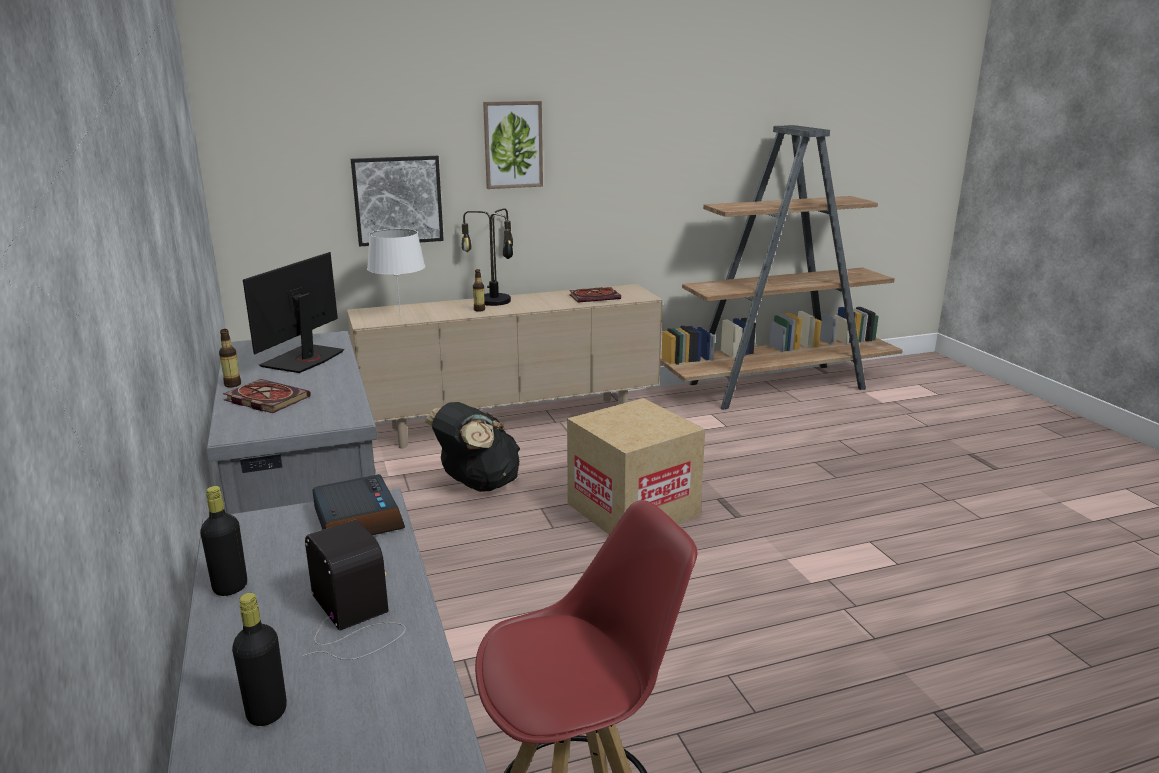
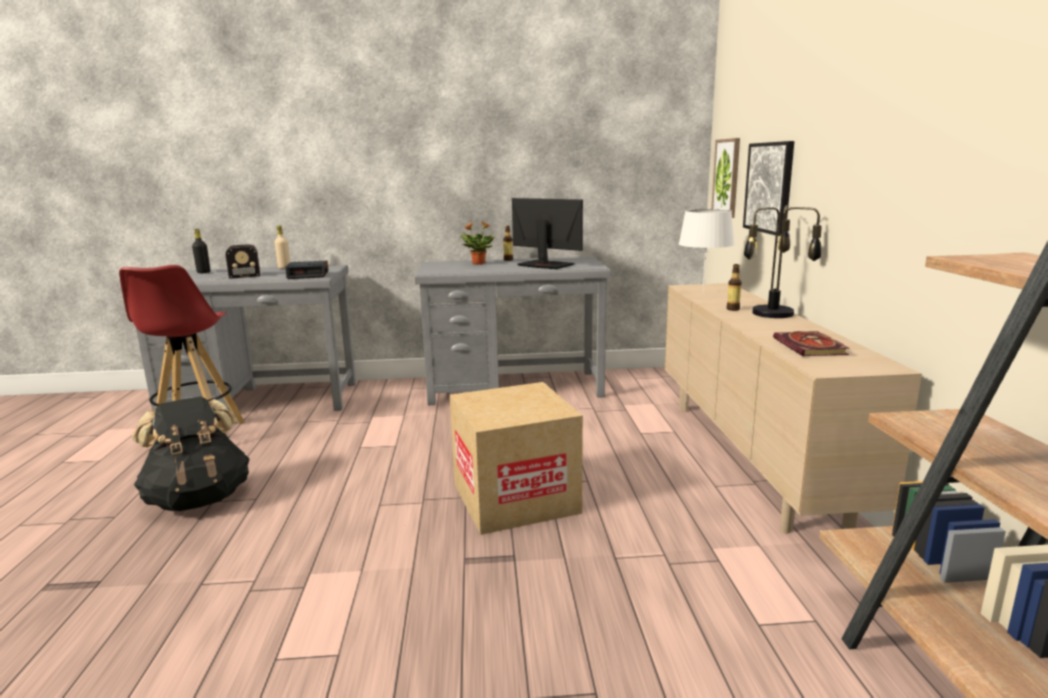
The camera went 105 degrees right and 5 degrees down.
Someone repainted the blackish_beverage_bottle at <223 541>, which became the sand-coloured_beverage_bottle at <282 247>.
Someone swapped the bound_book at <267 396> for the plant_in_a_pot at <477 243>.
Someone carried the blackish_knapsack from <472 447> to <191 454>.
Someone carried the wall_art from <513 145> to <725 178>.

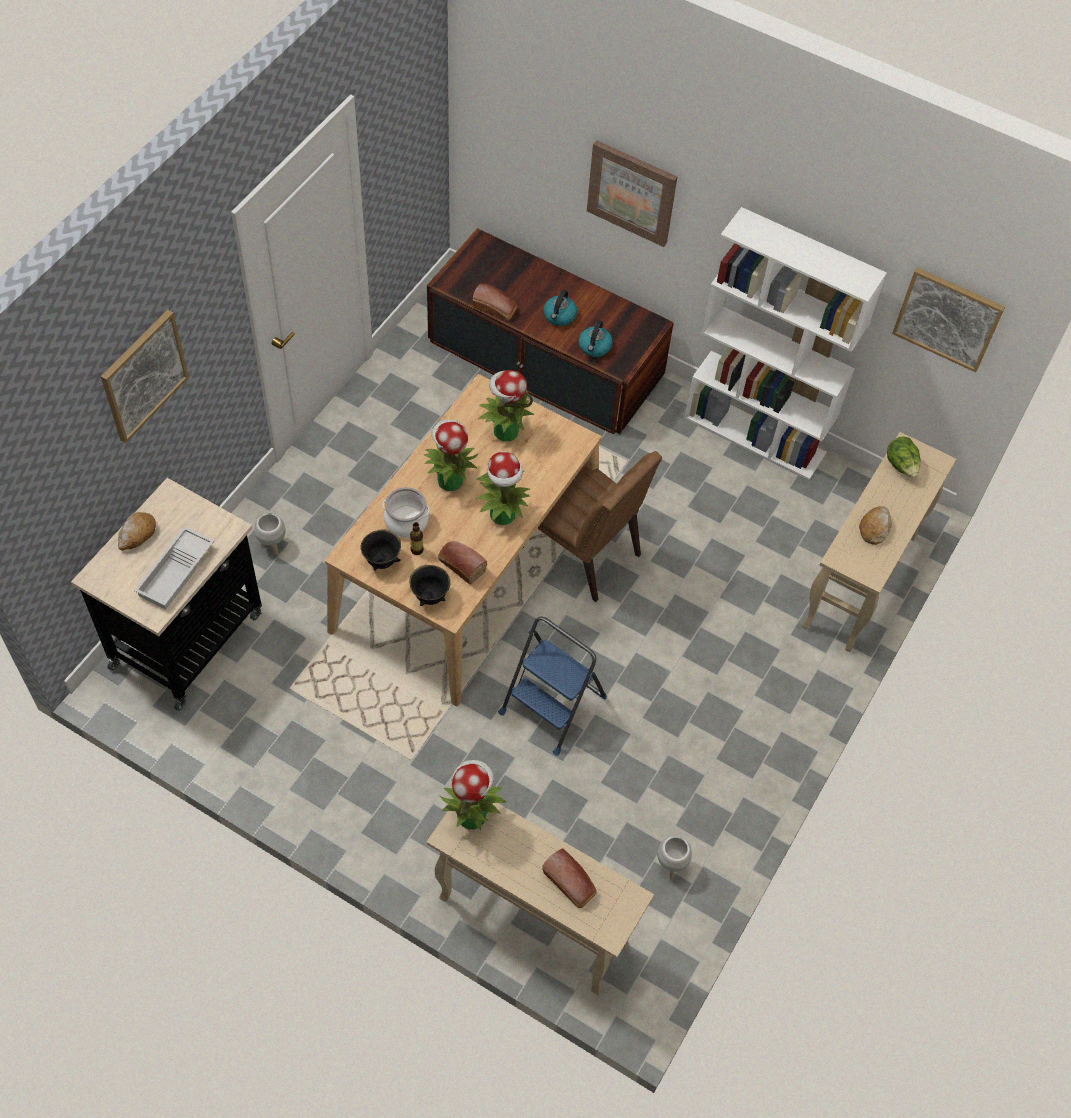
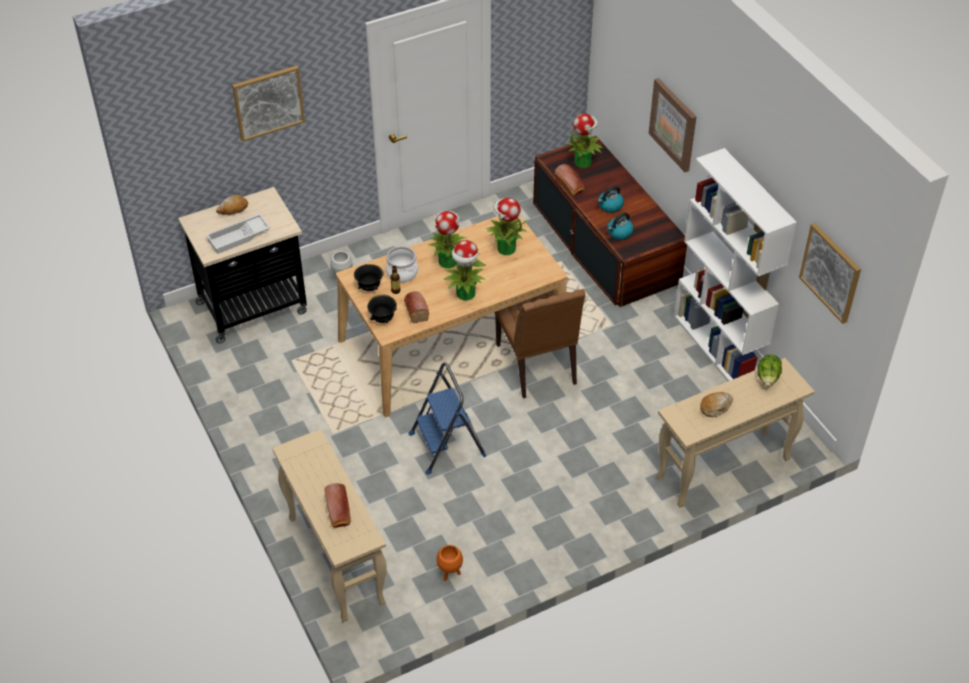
The camera went 35 degrees right and 10 degrees down.
Someone carried the plant_in_a_pot from <473 795> to <584 141>.
Someone repainted the white-coloured_planter at <674 857>, which became the orangey_planter at <450 563>.

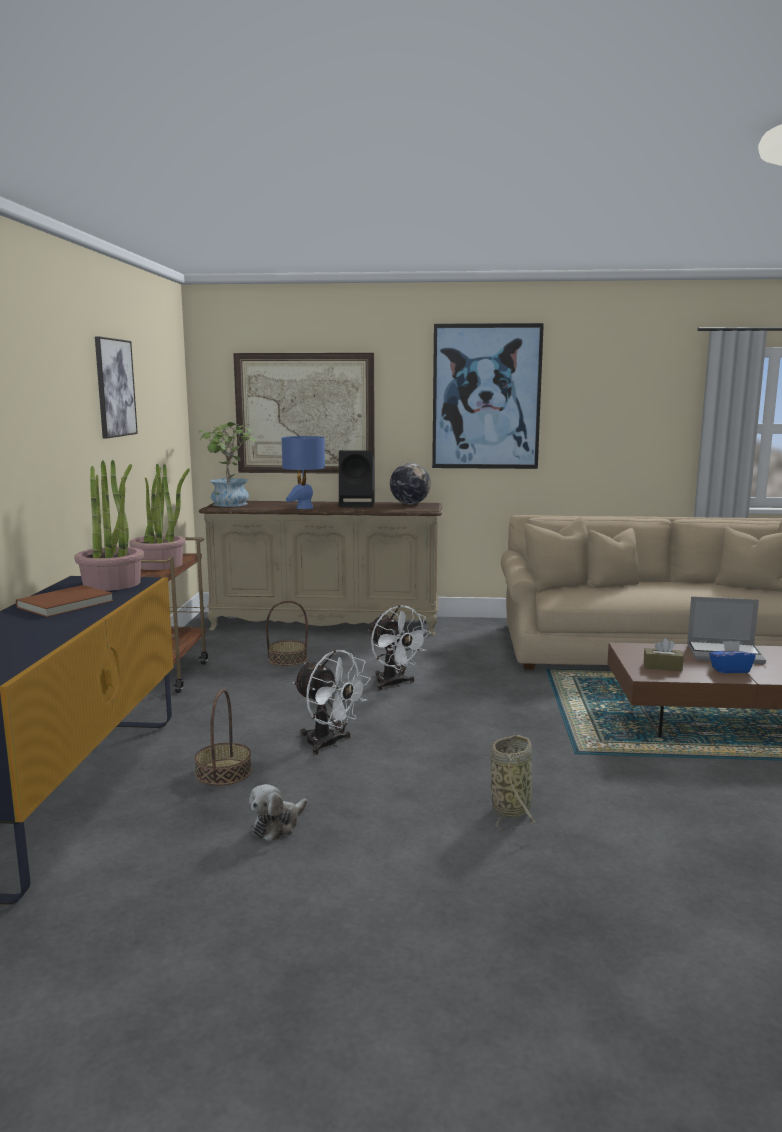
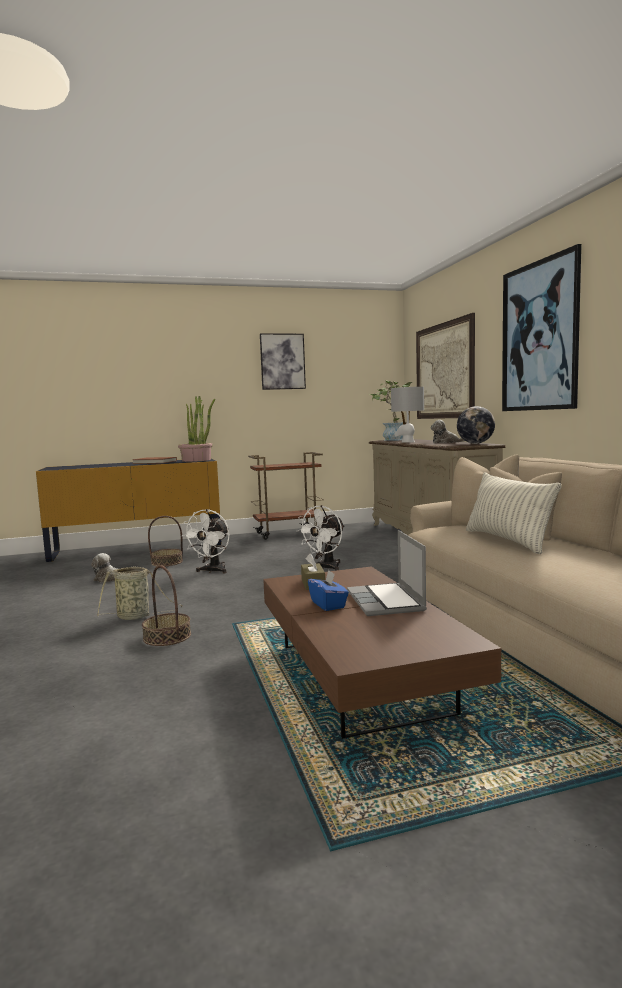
The camera went 70 degrees right and 5 degrees down.
Someone took away the plant_in_a_pot at <159 517>.
Someone carried the basket from <287 633> to <166 605>.
Someone repainted the blue_tabletop_lamp at <303 472>, which became the gray_tabletop_lamp at <407 415>.
Someone swapped the blackish_loudspeaker at <357 478> for the cuddly_toy at <448 431>.
Someone put down the cushion at <514 513>.

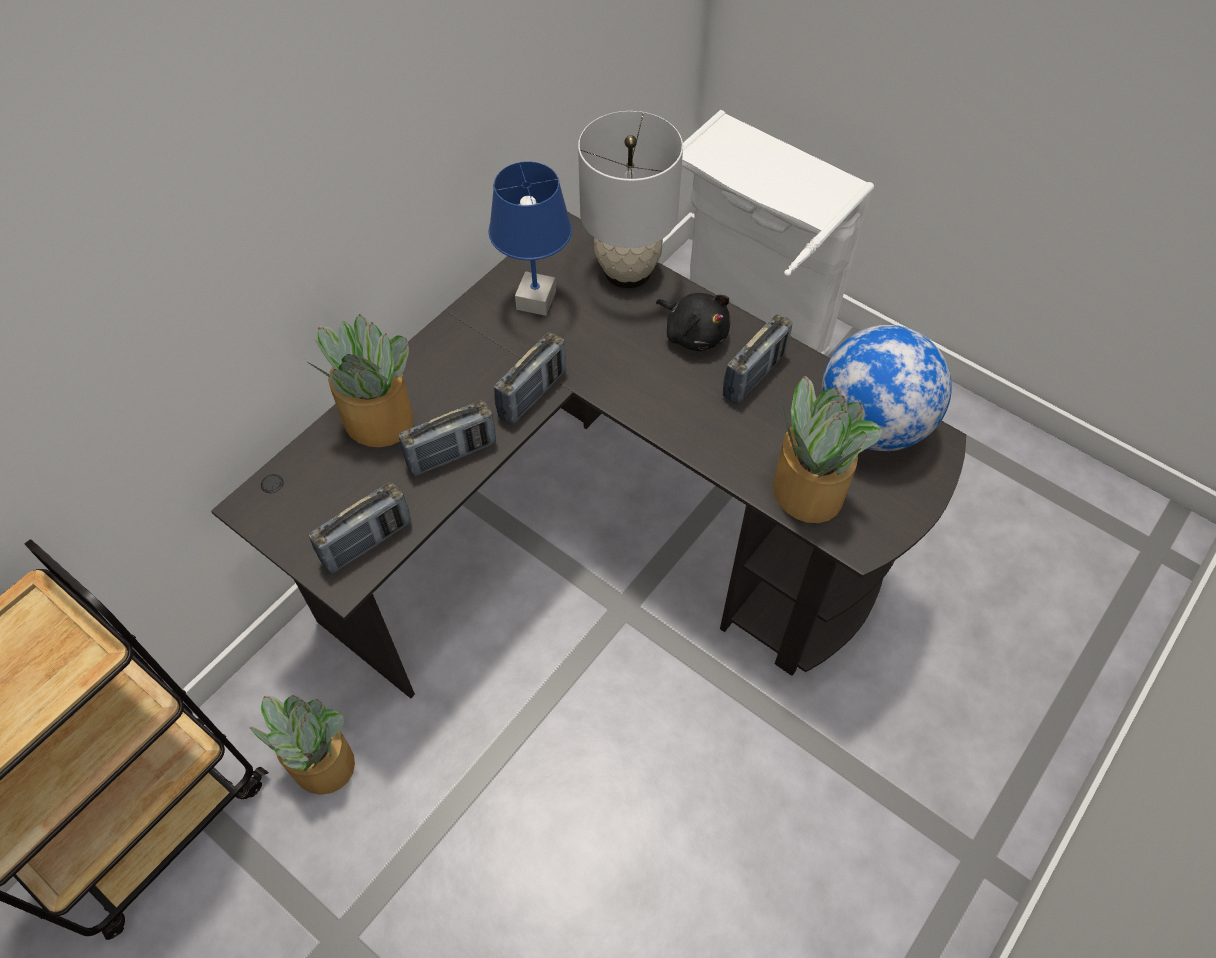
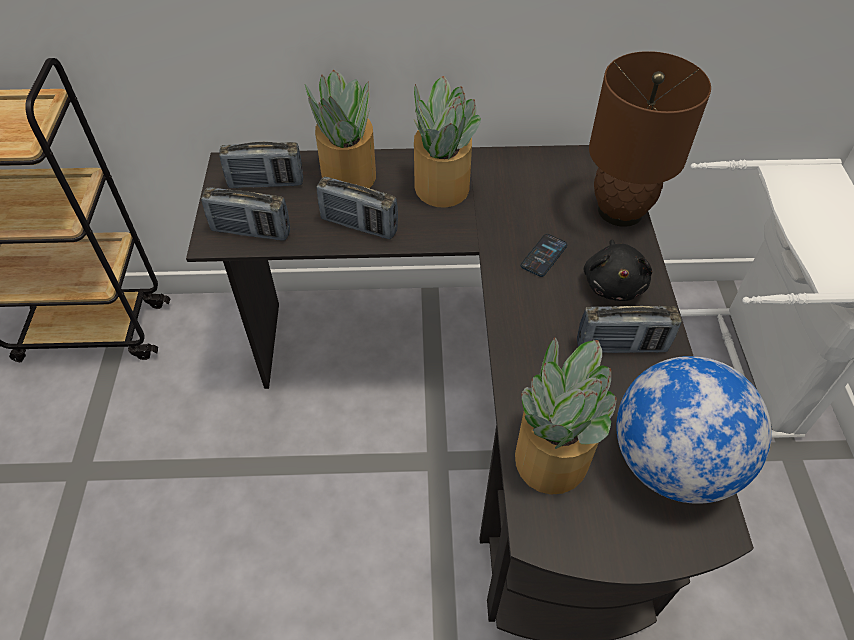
The camera went 50 degrees right and 5 degrees down.
Someone carried the plant_in_a_pot from <302 745> to <447 142>.
Someone took away the blue_tabletop_lamp at <530 238>.
Someone carried the radio_receiver from <530 378> to <261 165>.
Someone repainted the white-coloured_tabletop_lamp at <630 199>, which became the brownish_tabletop_lamp at <650 139>.
Someone put down the handset at <544 255>.

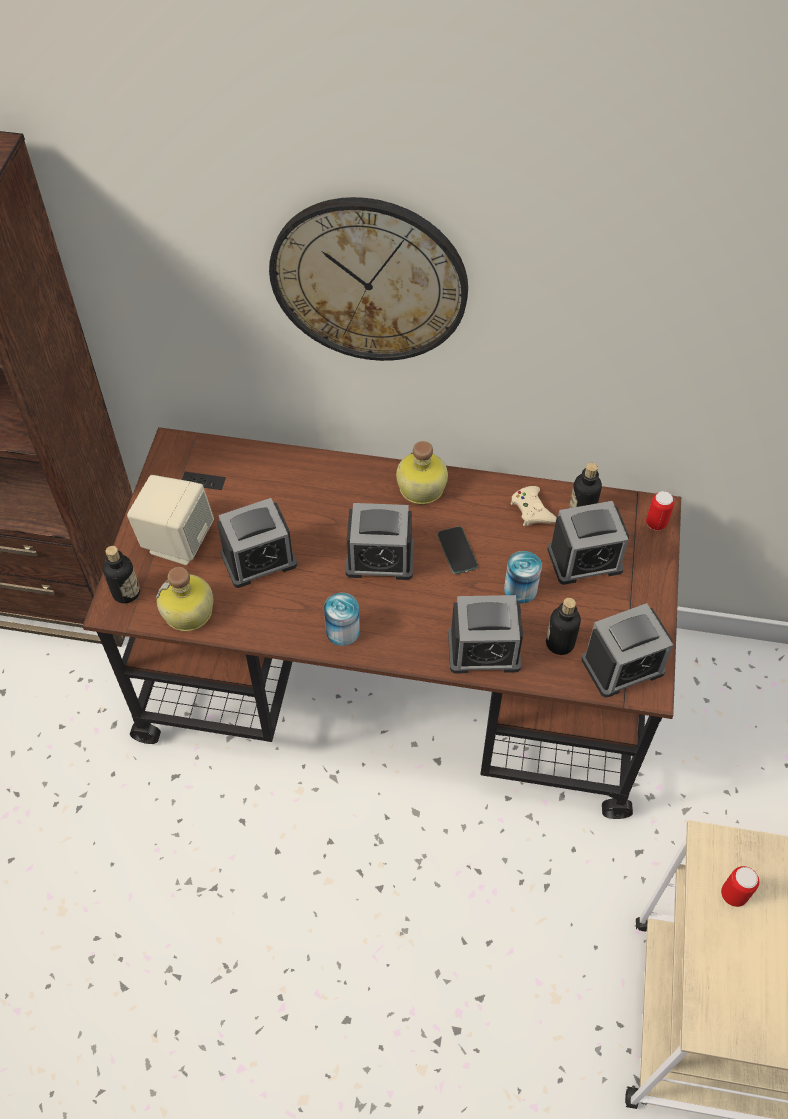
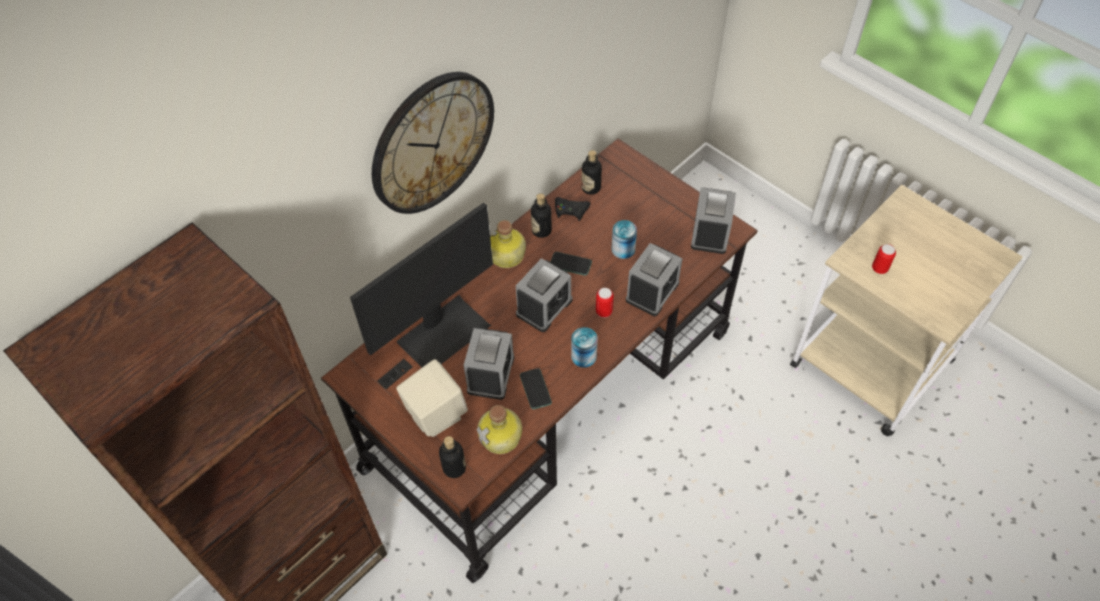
The camera went 55 degrees left and 0 degrees up.
Someone repainted the sand-coloured_gamepad at <533 506>, which became the blackish_gamepad at <573 209>.
Someone carried the beverage_bottle from <563 626> to <541 215>.
Someone took away the alarm_clock at <588 543>.
Someone carried the sealed_can from <660 511> to <605 303>.
Someone put down the monitor at <421 285>.
Someone put down the handset at <536 388>.

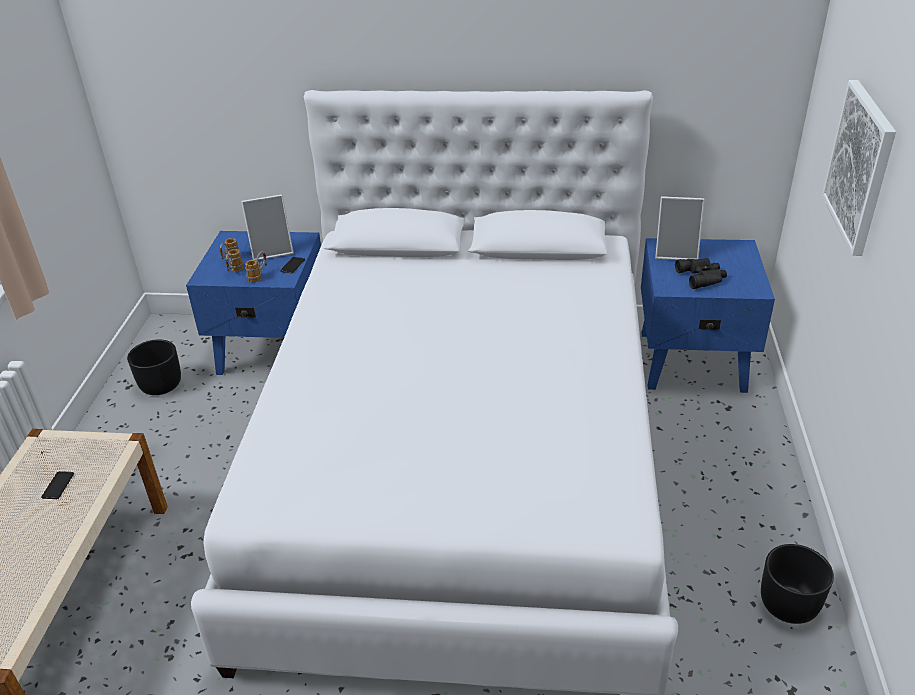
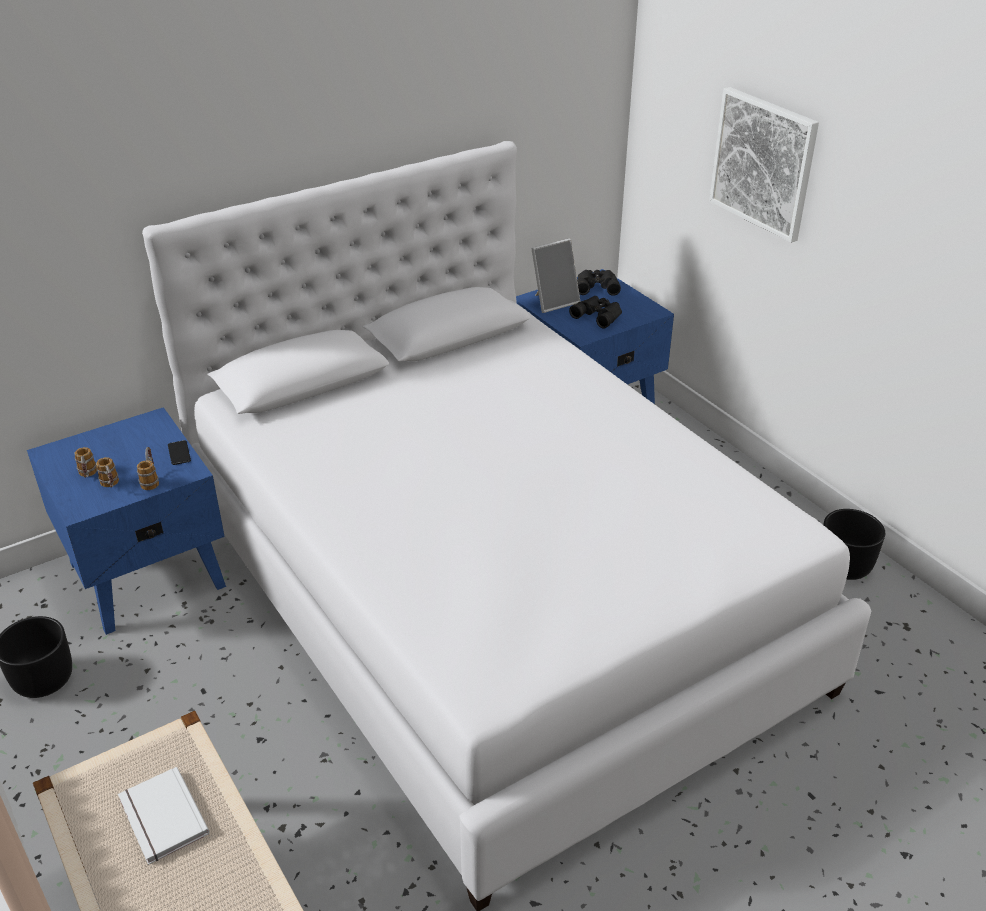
The camera went 40 degrees left and 0 degrees up.
Someone swapped the handset at <57 485> for the white-coloured_bound_book at <163 816>.
Someone took away the photo_frame at <267 227>.
Someone put down the blackish_binoculars at <599 283>.

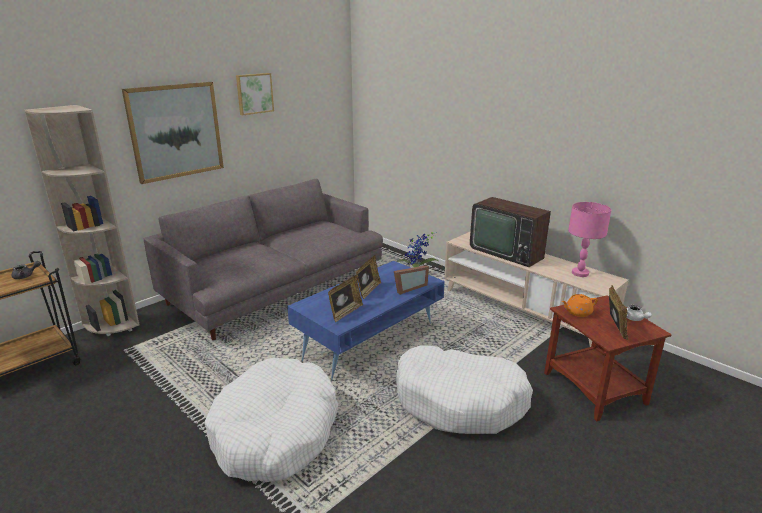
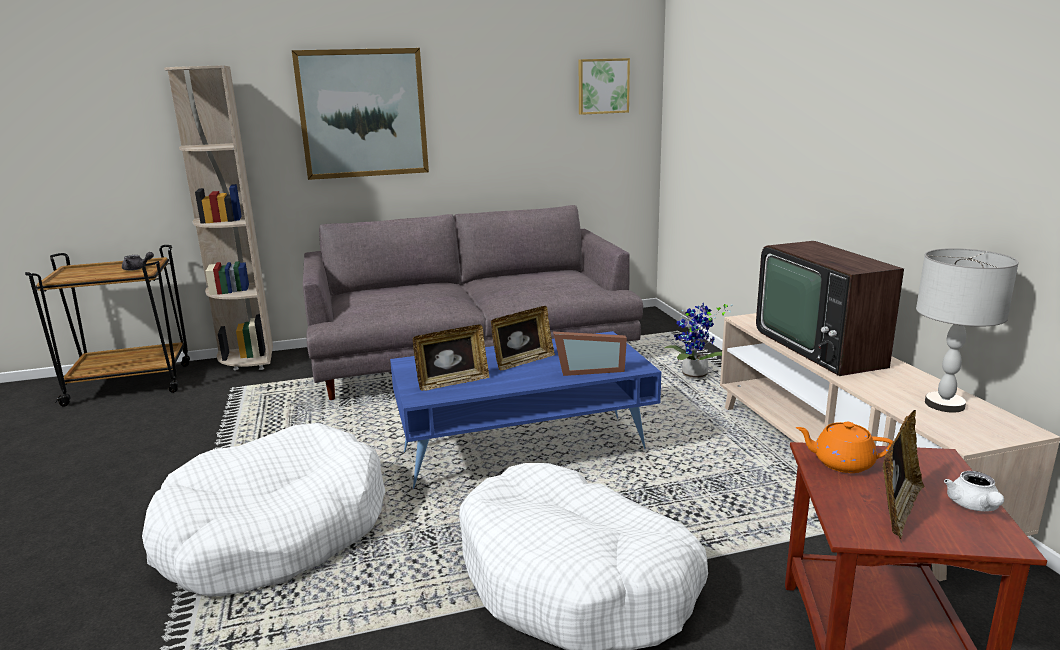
The camera went 30 degrees right and 5 degrees down.
Someone carried the wall_art from <255 94> to <604 86>.
Someone repainted the pinkish_tabletop_lamp at <589 239>, which became the gray_tabletop_lamp at <967 330>.

